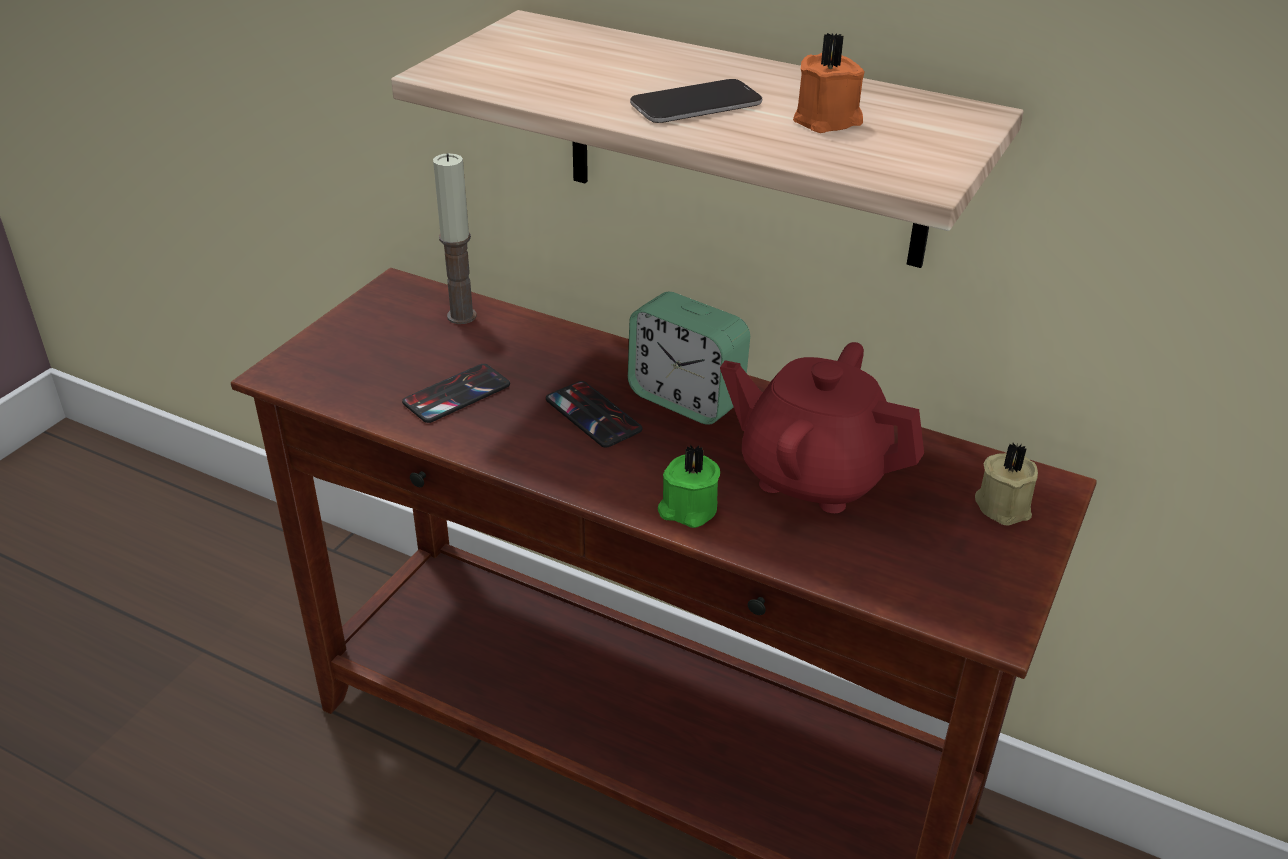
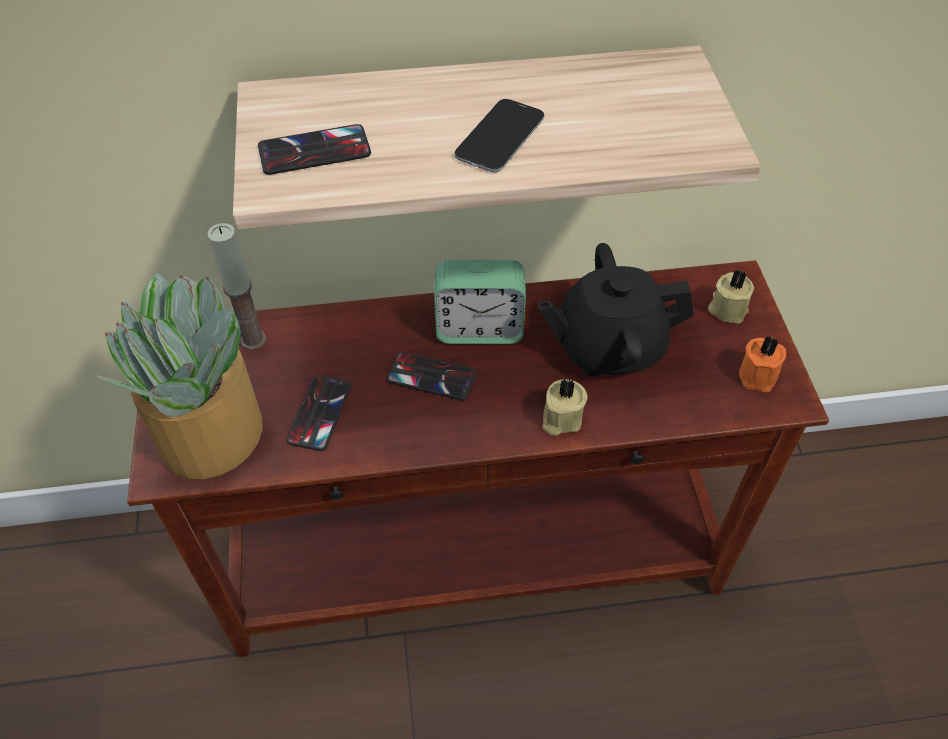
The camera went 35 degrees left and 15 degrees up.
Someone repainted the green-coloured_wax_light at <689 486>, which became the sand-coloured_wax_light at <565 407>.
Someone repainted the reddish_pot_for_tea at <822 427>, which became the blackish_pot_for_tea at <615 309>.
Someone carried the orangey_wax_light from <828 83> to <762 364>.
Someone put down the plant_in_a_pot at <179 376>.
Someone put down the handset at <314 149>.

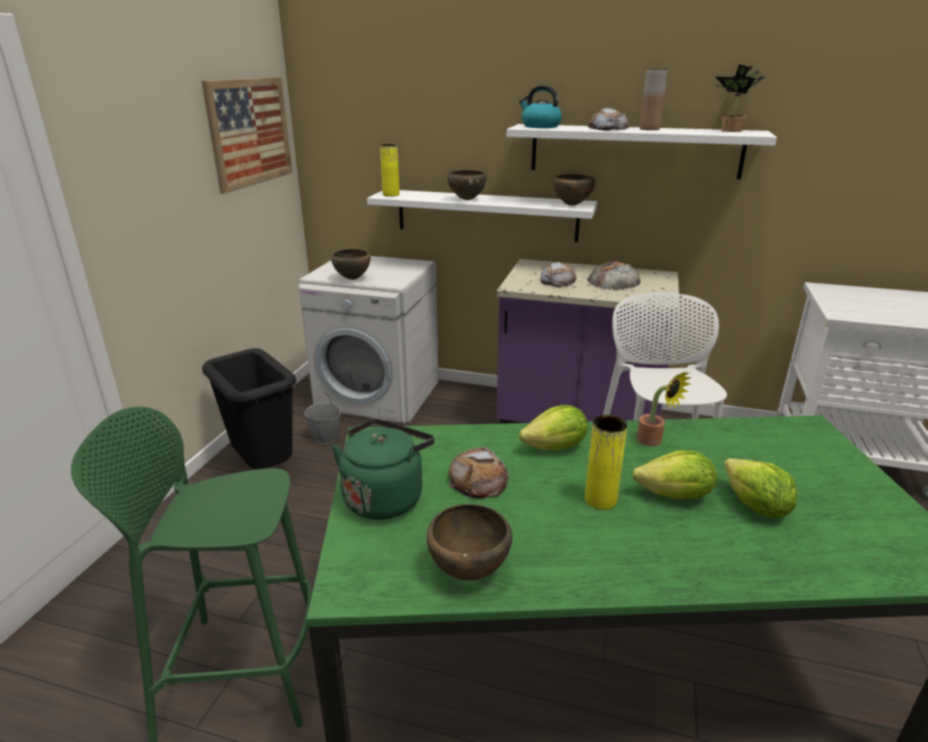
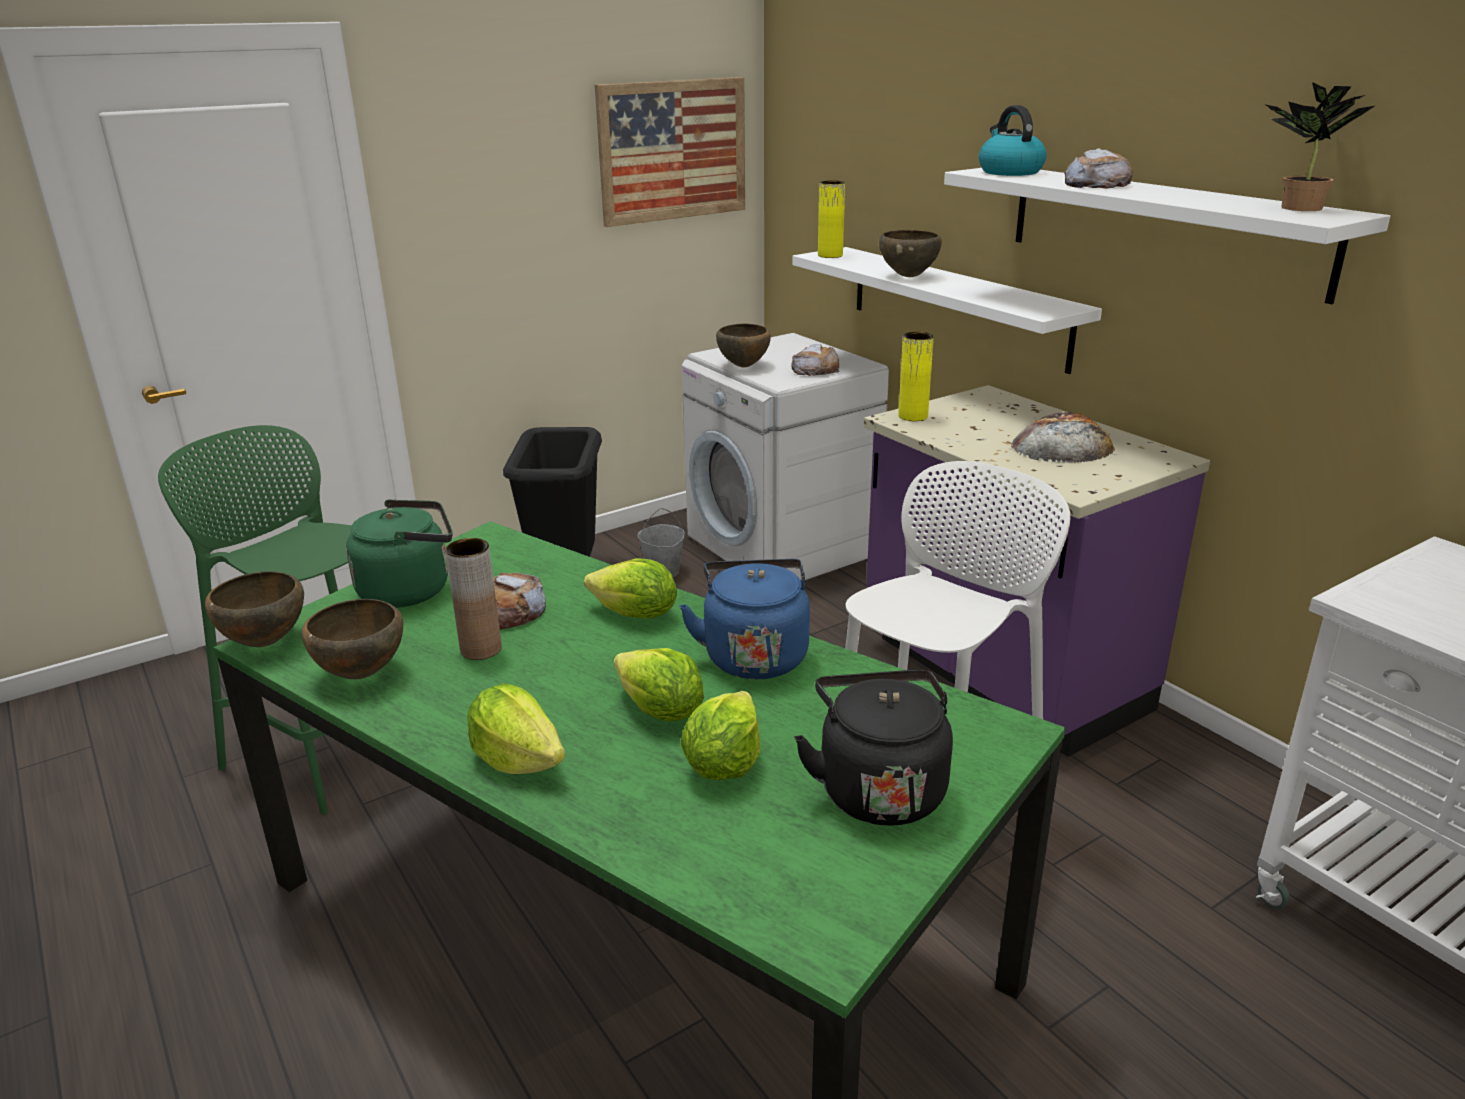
The camera went 40 degrees right and 0 degrees up.
Someone carried the bakery_bread from <558 274> to <815 360>.
Someone carried the brownish_serving_bowl from <574 190> to <254 609>.
Someone carried the yellow_flower_vase from <606 462> to <916 376>.
Someone swapped the plant_in_a_pot at <664 408> for the blue_kettle at <745 619>.
Someone carried the brownish_flower_vase from <653 99> to <473 599>.
Someone put down the lettuce_head at <516 728>.
Someone put down the blackish_kettle at <873 748>.

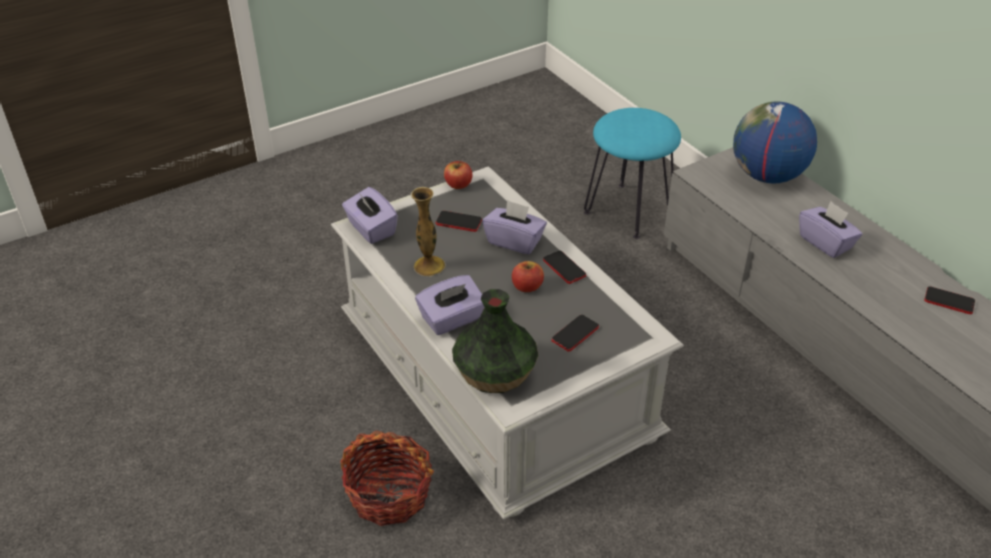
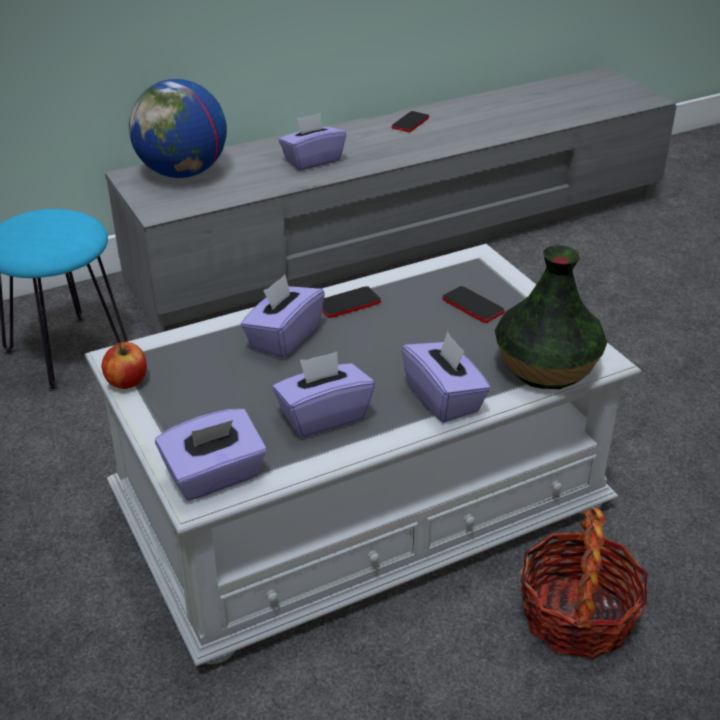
The camera went 85 degrees left and 5 degrees down.
Someone swapped the flower_vase at <428 232> for the purple-coloured_tissue_box at <324 395>.
Someone took away the handset at <459 221>.
Someone took away the whole_apple at <528 276>.

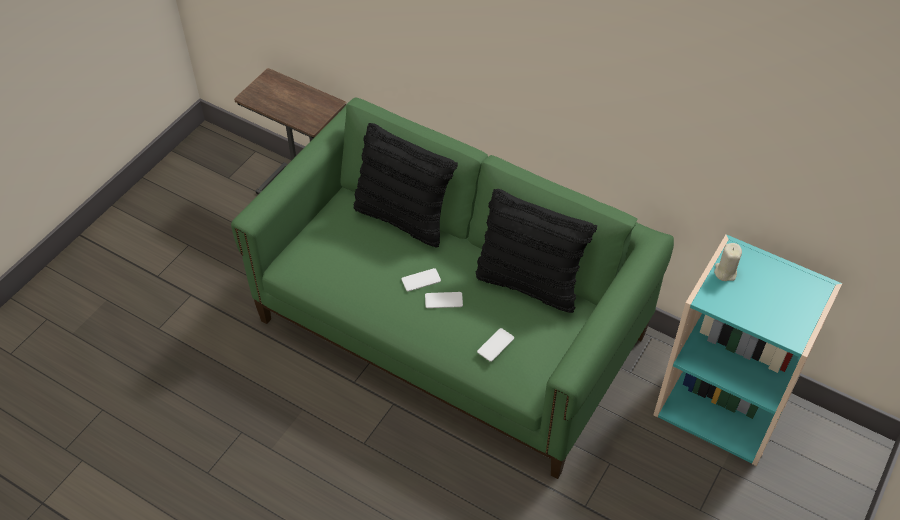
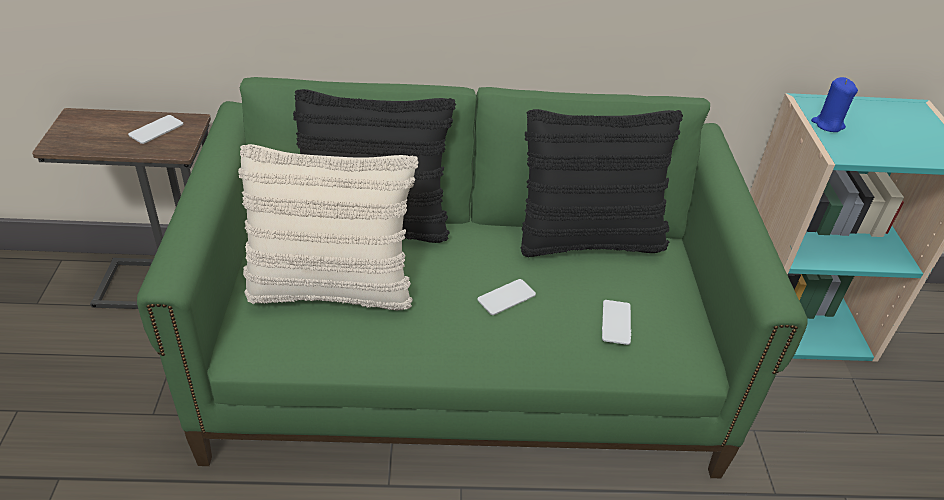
The camera went 35 degrees left and 10 degrees down.
Someone carried the handset from <421 279> to <155 129>.
Someone repainted the sand-coloured_wax_light at <728 262>, which became the blue_wax_light at <834 104>.
Someone put down the sand-coloured_cushion at <328 227>.

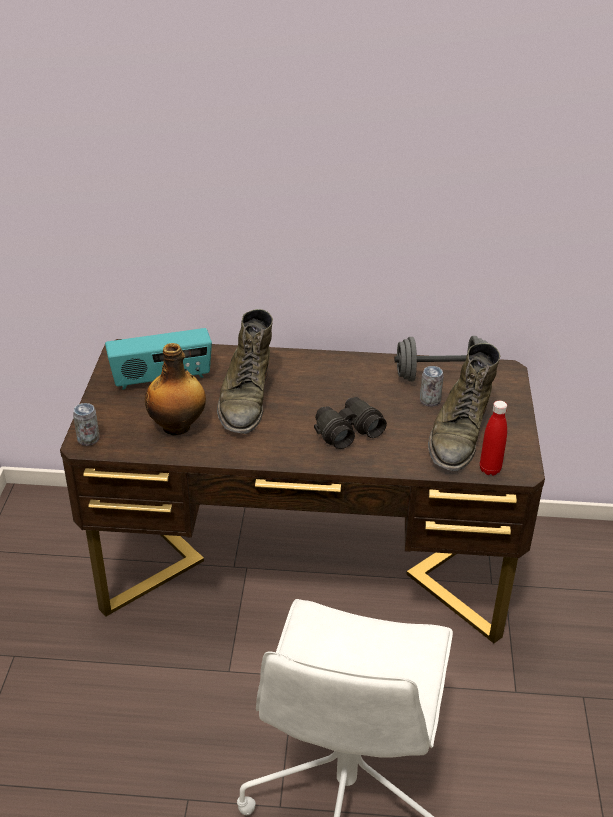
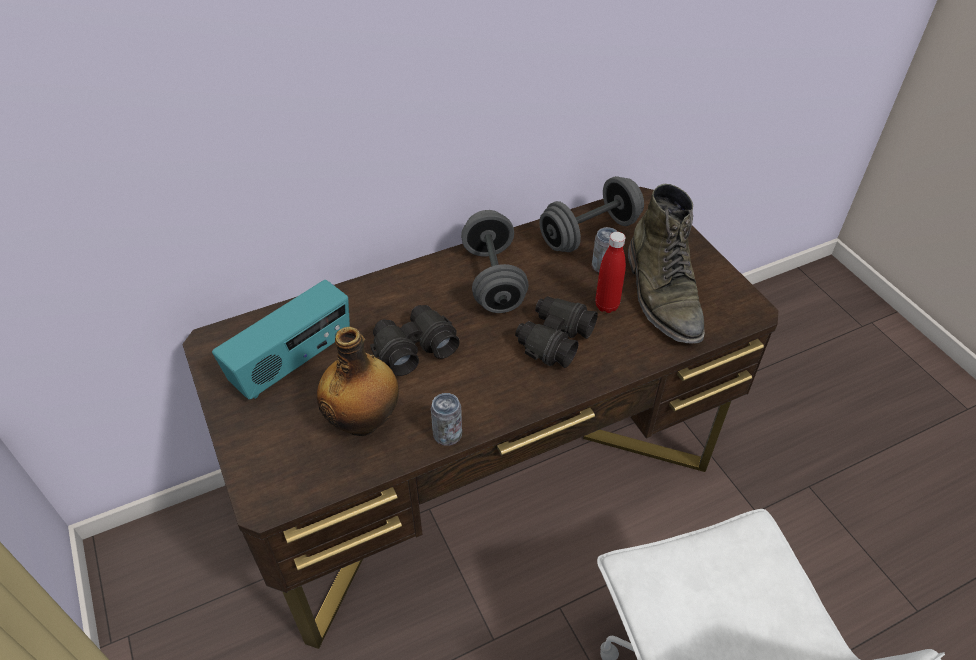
The camera went 30 degrees left and 10 degrees up.
Someone carried the sealed_can from <86 424> to <446 419>.
Someone swapped the green-coloured_tall_boot at <245 371> for the blackish_binoculars at <415 340>.
Someone carried the reddish_beverage_bottle from <493 438> to <610 272>.
Someone put down the gray_hand_weight at <495 261>.

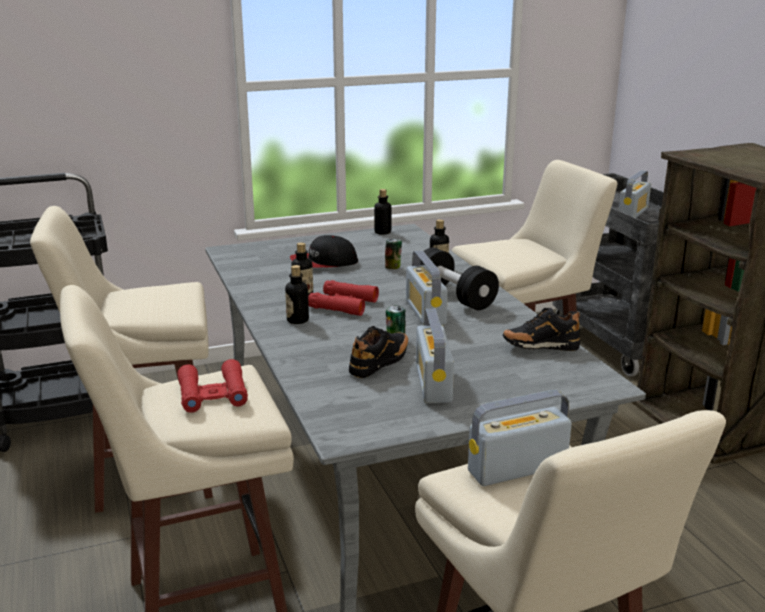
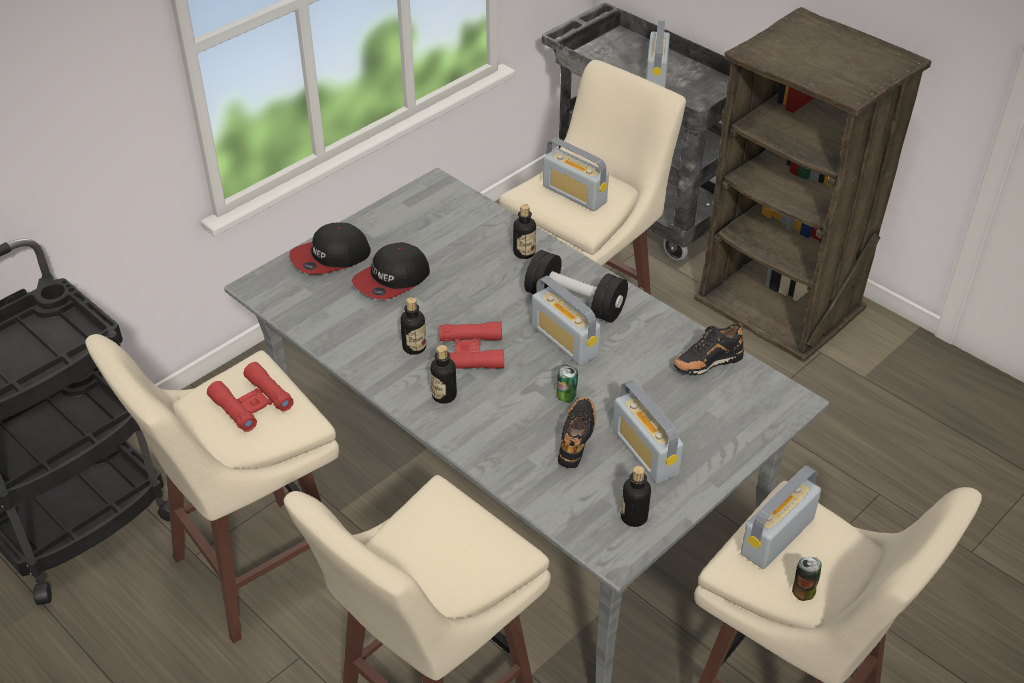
The camera went 25 degrees left and 20 degrees up.
Someone carried the reddish_binoculars from <212 386> to <250 397>.
Someone carried the beverage_bottle from <383 212> to <636 496>.
Someone carried the sealed_can from <393 254> to <807 579>.
Someone put down the cap at <330 249>.
Someone put down the radio_receiver at <576 174>.

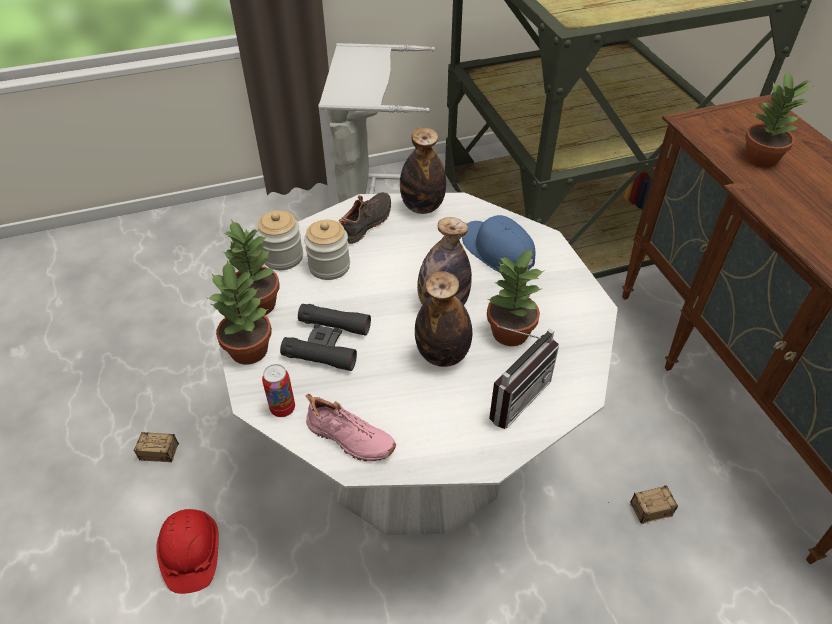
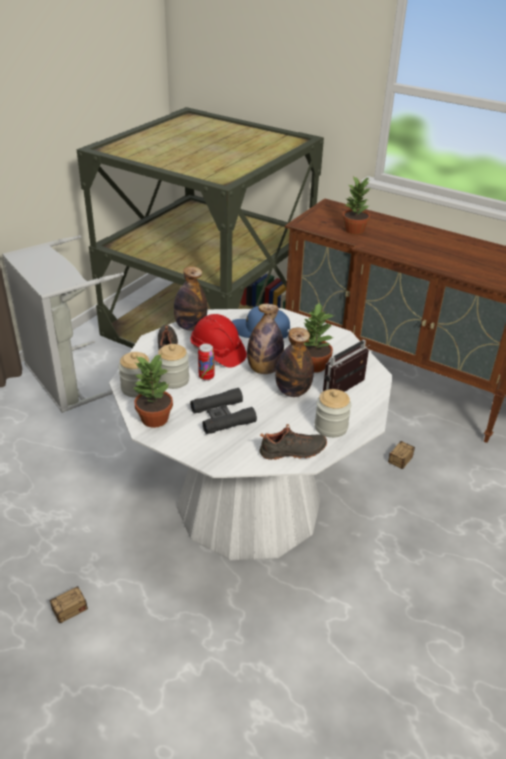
The camera went 40 degrees left and 10 degrees down.
Someone carried the reddish_safety_helmet from <187 551> to <218 341>.
Someone took away the plant_in_a_pot at <240 312>.
Someone carried the sealed_can from <278 390> to <206 362>.
Someone repainted the pinkish_item_of_footwear at <351 428>, which became the blackish_item_of_footwear at <293 442>.
Someone rotated the radio_receiver at <524 377> by 135 degrees counterclockwise.
Someone put down the storage_jar at <333 413>.

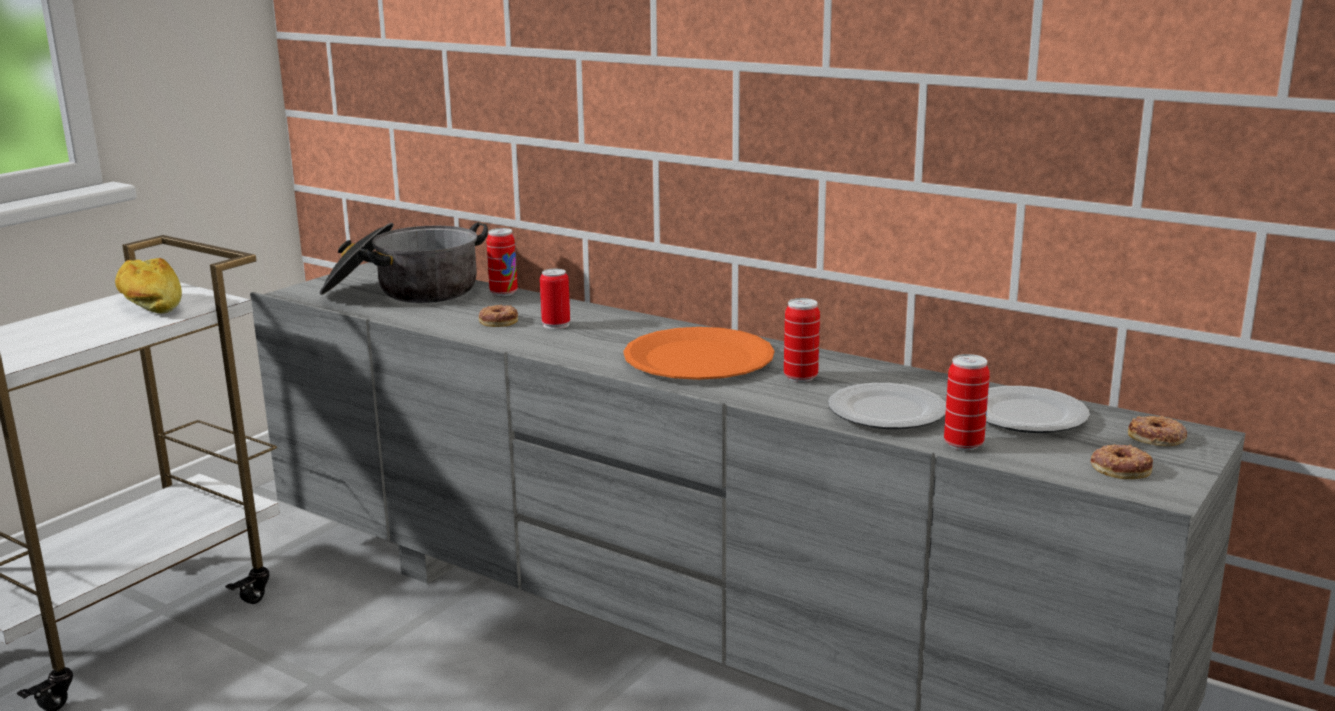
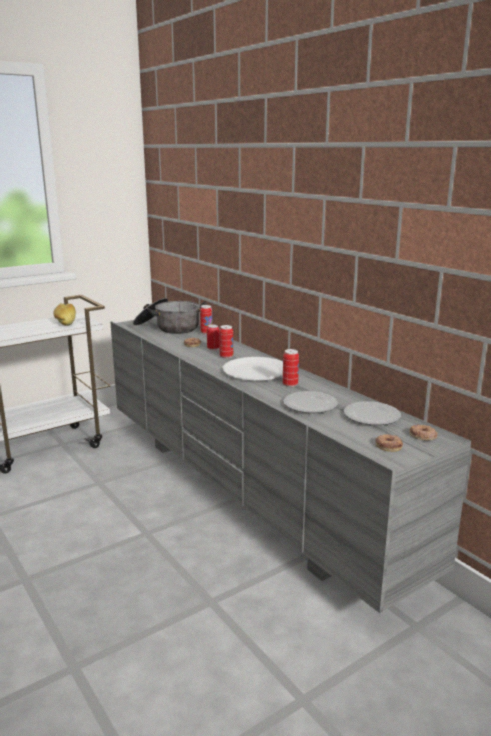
The camera went 20 degrees right and 0 degrees up.
Someone repainted the orangey_plate at <698 353>, which became the white-coloured_plate at <252 368>.
Someone carried the sealed_can from <967 402> to <226 342>.

